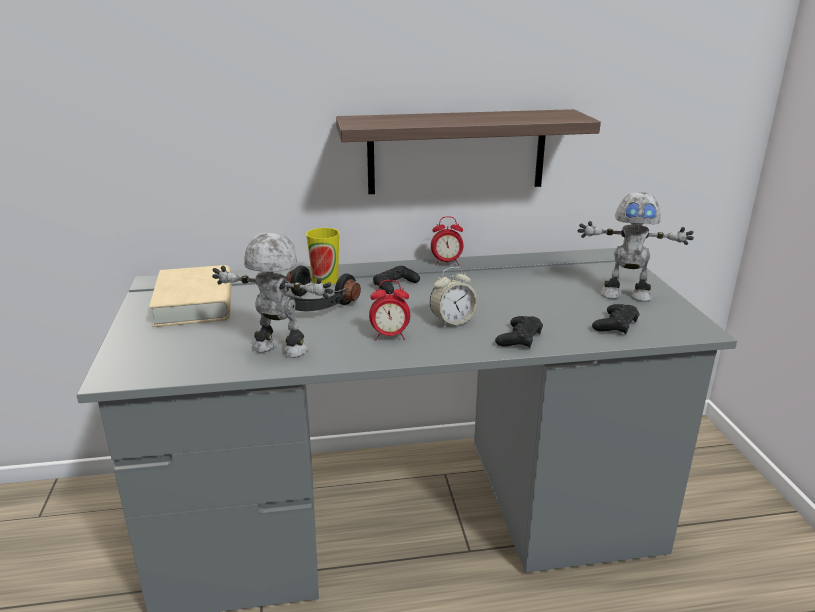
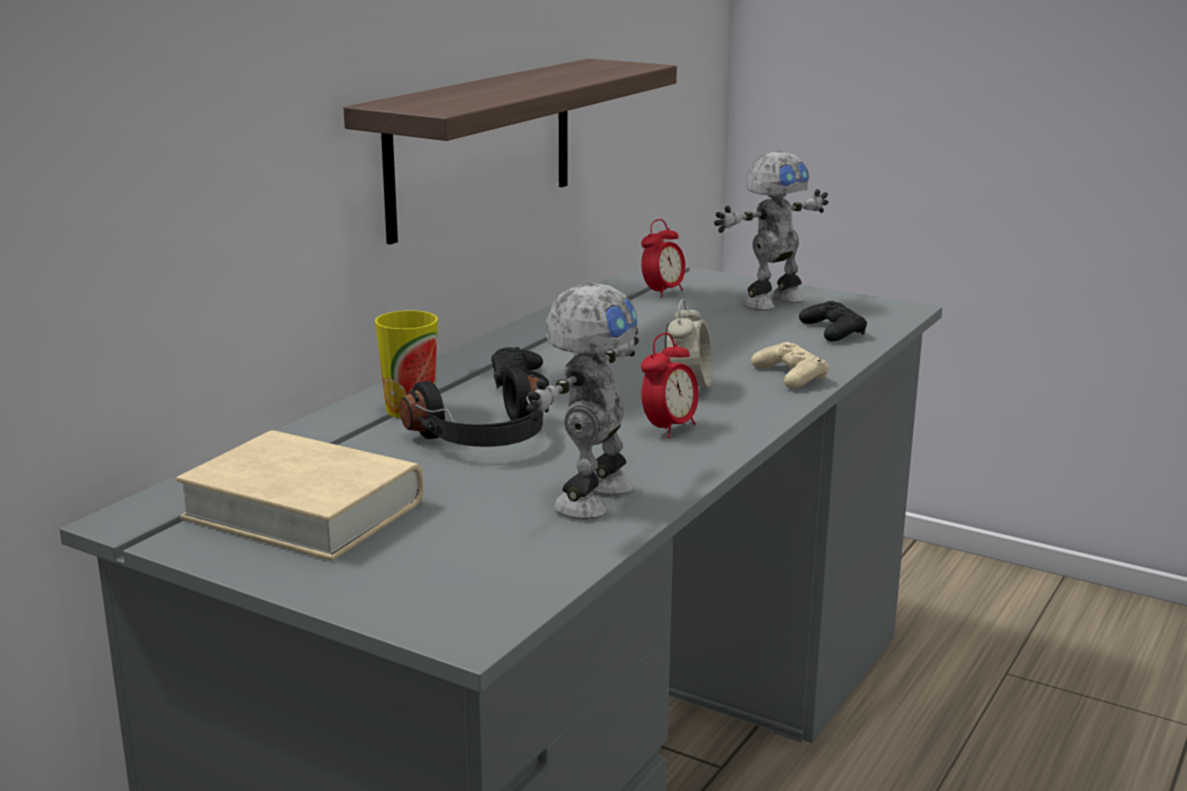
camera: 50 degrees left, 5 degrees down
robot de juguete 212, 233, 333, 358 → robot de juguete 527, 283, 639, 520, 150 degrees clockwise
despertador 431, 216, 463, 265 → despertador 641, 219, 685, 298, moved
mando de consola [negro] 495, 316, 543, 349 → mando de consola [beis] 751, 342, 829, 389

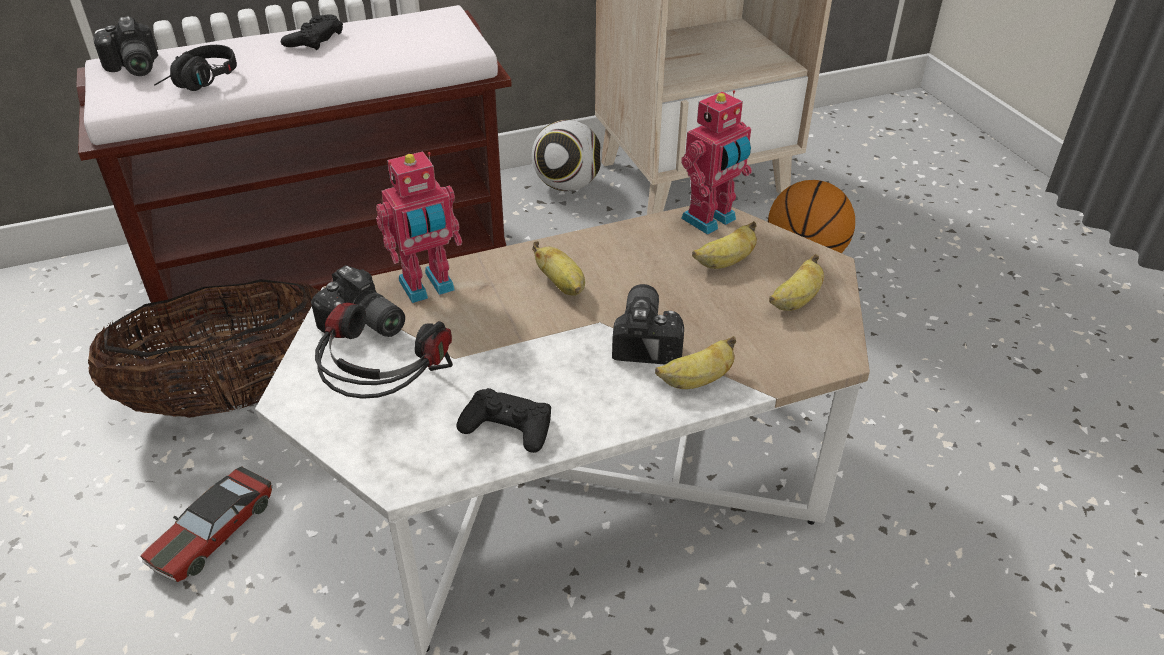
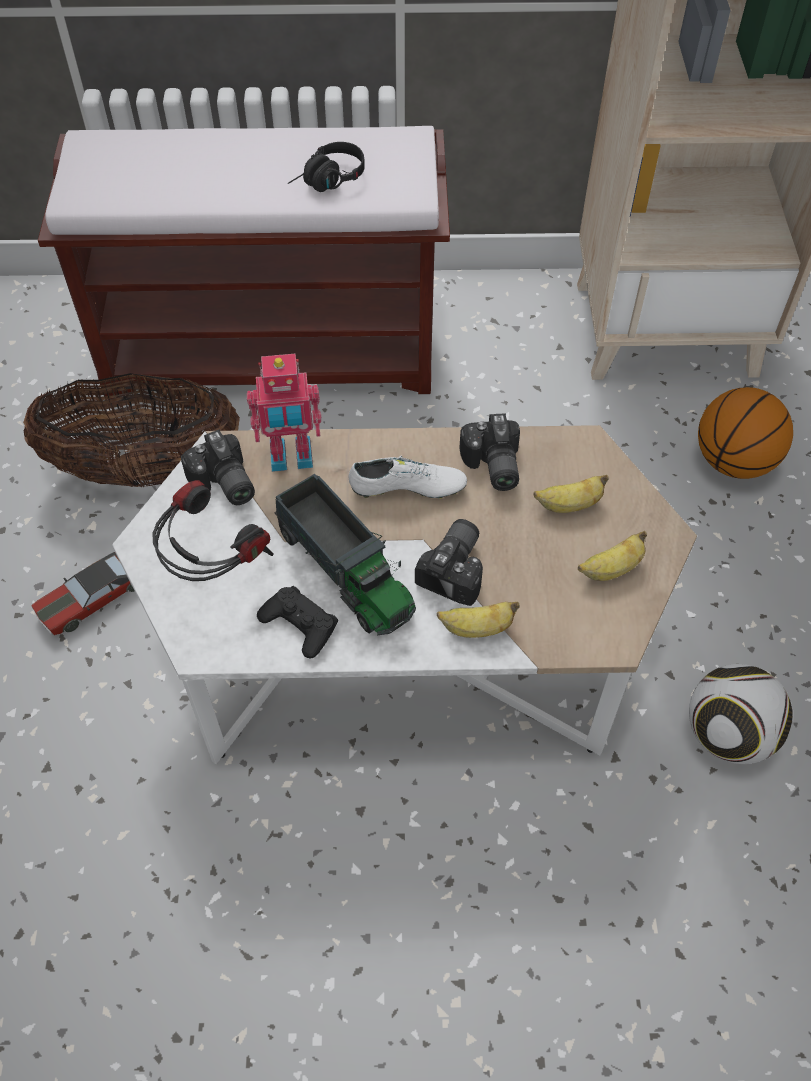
camera: 20 degrees right, 15 degrees up
- → camión de juguete 274, 474, 416, 636
auriculares [negro] 154, 45, 237, 91 → auriculares [negro] 288, 142, 365, 192, moved
plátano 532, 241, 585, 296 → zapato [blanco] 349, 456, 467, 499
cámara 94, 16, 158, 76 → cámara 459, 413, 520, 491, moved
balón de fútbol 532, 120, 602, 191 → balón de fútbol 689, 664, 793, 764, moved
mando de consola [negro] 281, 14, 343, 50 → -
robot de juguete 681, 90, 752, 235 → -

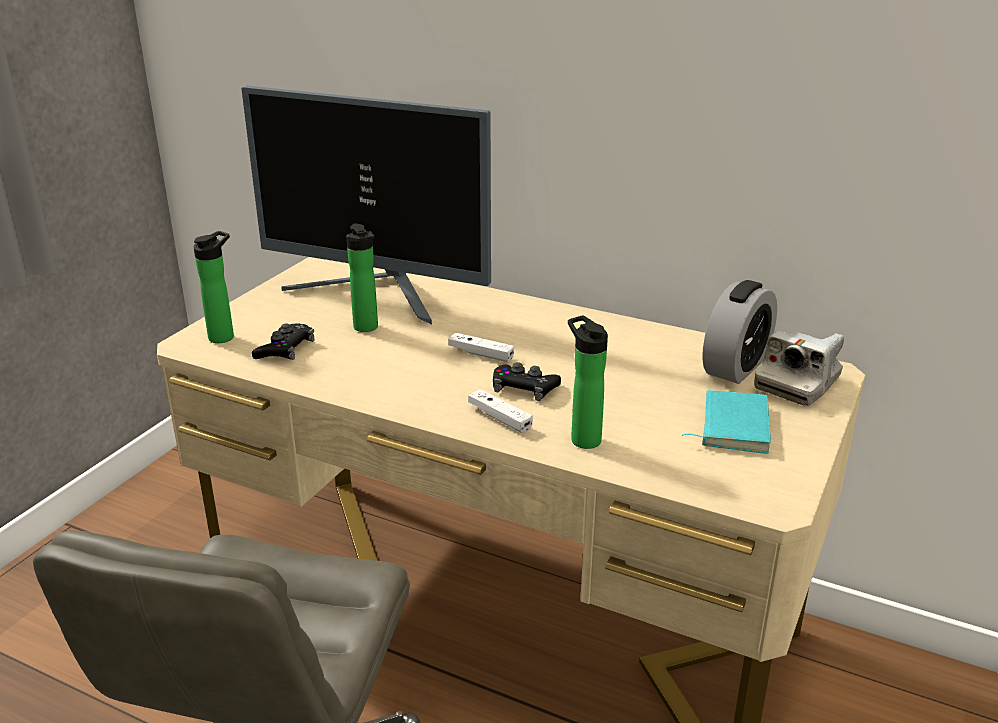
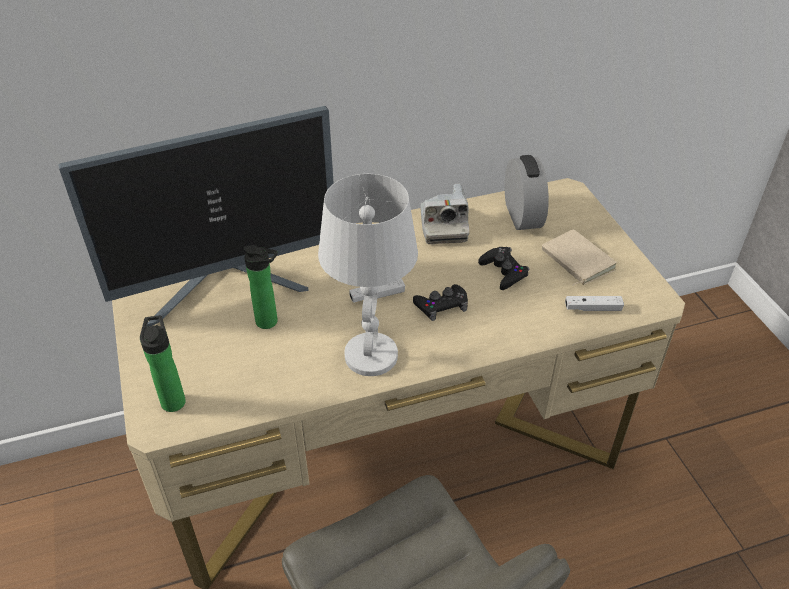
camera: 45 degrees left, 15 degrees up
- → lámpara de mesa [blanco] 318, 174, 418, 376
cámara 754, 331, 844, 406 → cámara 420, 184, 469, 244, moved
mando de consola [negro] 252, 323, 315, 360 → mando de consola [negro] 478, 247, 529, 290, moved
libro [turquesa] 682, 390, 771, 454 → libro [beis] 542, 229, 617, 286
mando de consola [blanco] 468, 389, 533, 433 → mando de consola [blanco] 565, 296, 624, 311, moved
botella 568, 315, 608, 449 → -

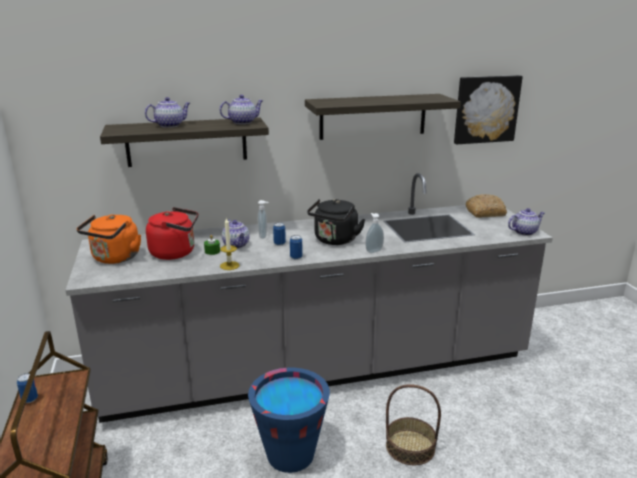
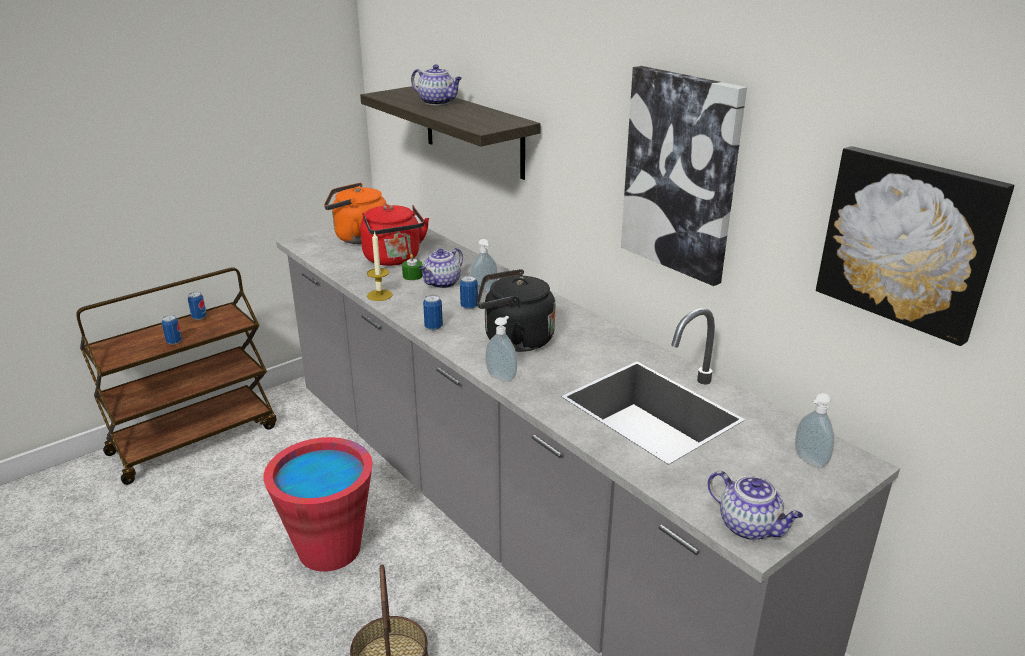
camera: 65 degrees right, 5 degrees up
- → lata 162, 315, 182, 345
cubo [azul] 248, 368, 330, 473 → cubo [rojo] 264, 437, 373, 572
estante 305, 94, 461, 140 → cuadro 621, 66, 747, 286
pan 466, 194, 507, 218 → dispensador de jabón 795, 393, 834, 468
tetera 220, 95, 263, 124 → -

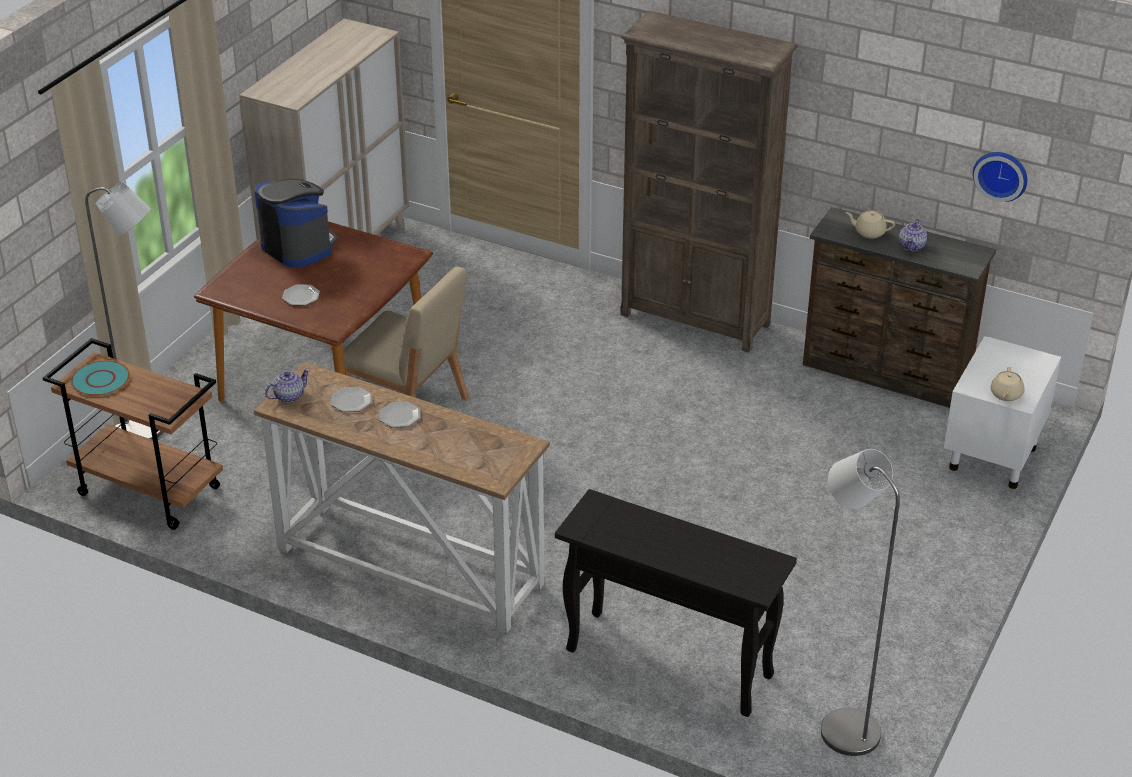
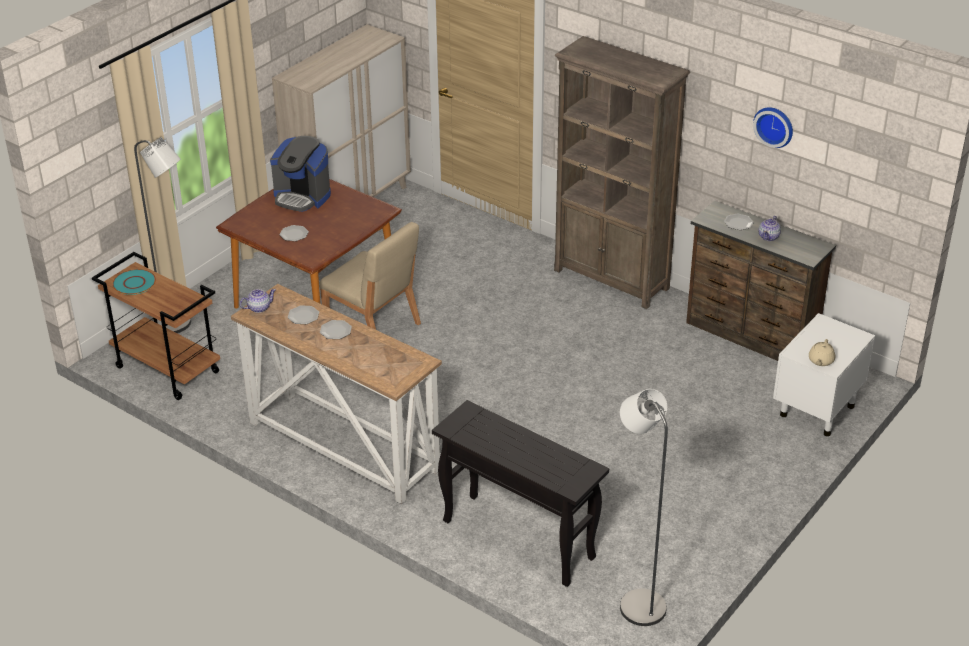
camera: 10 degrees right, 0 degrees up
cafetera 254, 179, 337, 268 → cafetera 270, 136, 331, 212, 150 degrees clockwise
tetera [beis] 846, 211, 895, 239 → plato 724, 214, 754, 230
reloj de pared 973, 152, 1027, 202 → reloj de pared 753, 107, 793, 148, moved

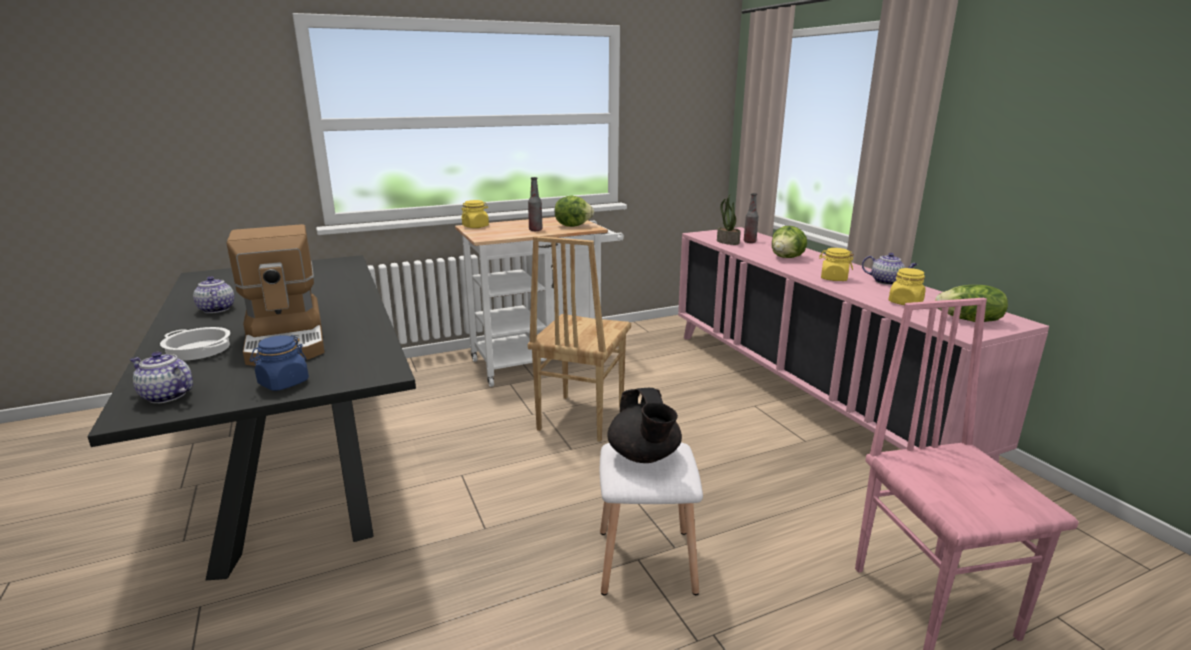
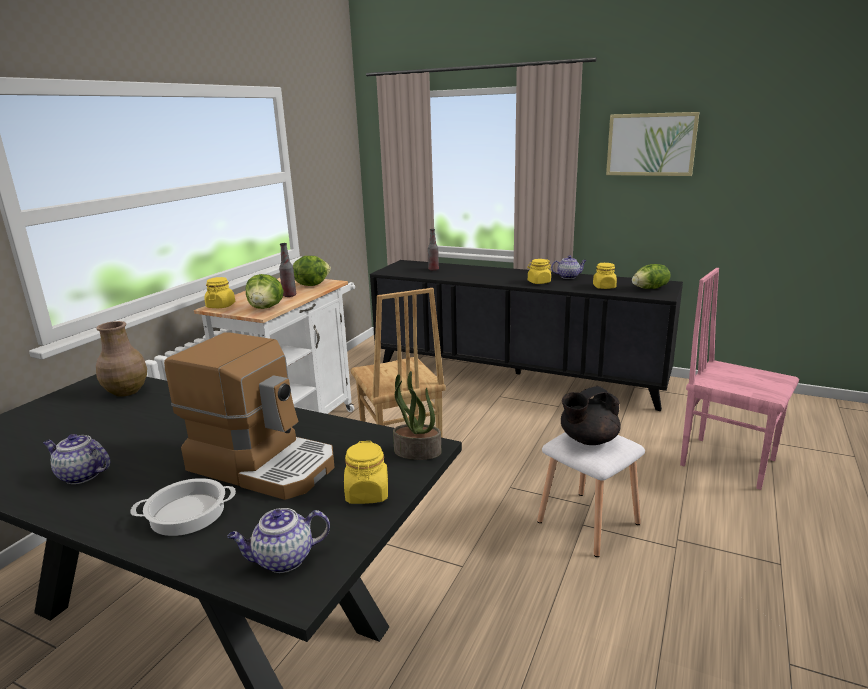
camera: 40 degrees left, 0 degrees up
- → florero [marrón] 96, 321, 147, 397
lechuga 772, 226, 807, 258 → lechuga 246, 274, 284, 309, moved
tarro [azul] 250, 335, 309, 391 → tarro [amarillo] 344, 441, 388, 504
armario [rosa] 678, 227, 1049, 463 → armario [negro] 370, 260, 683, 411
planta en maceta 717, 195, 741, 245 → planta en maceta 393, 371, 441, 460, moved
tetera [negro] 607, 388, 682, 463 → tetera [negro] 561, 386, 621, 445, 120 degrees clockwise
- → cuadro 606, 112, 699, 176

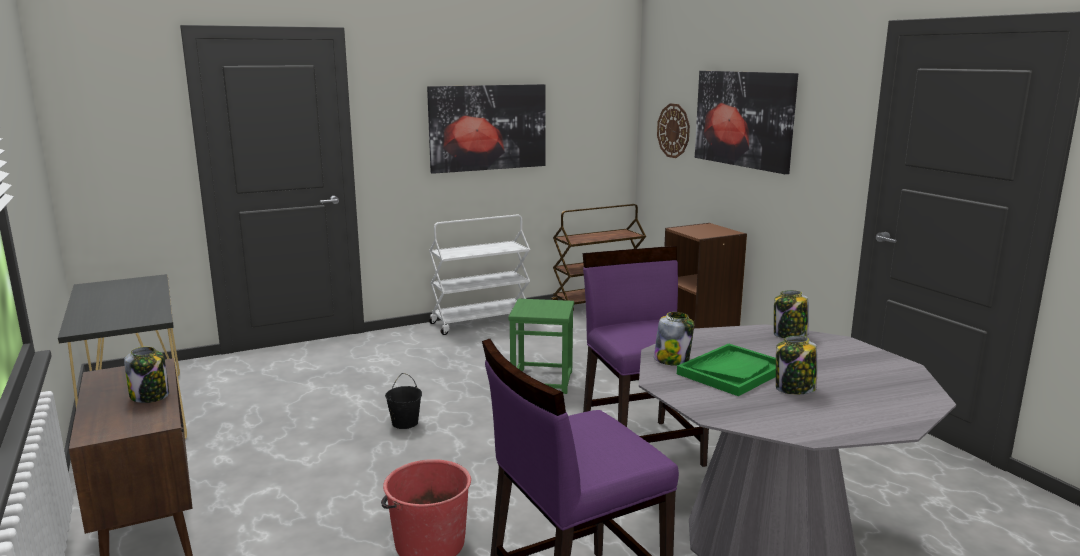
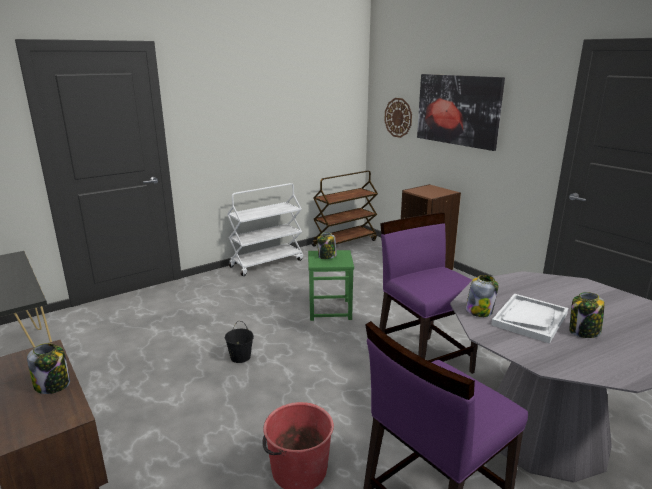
camera: 10 degrees left, 5 degrees up
tarro 774, 290, 809, 338 → tarro 317, 233, 337, 259, moved
bandeja [verde] 677, 343, 776, 396 → bandeja [blanco] 491, 294, 568, 344
cuadro 427, 84, 546, 174 → -

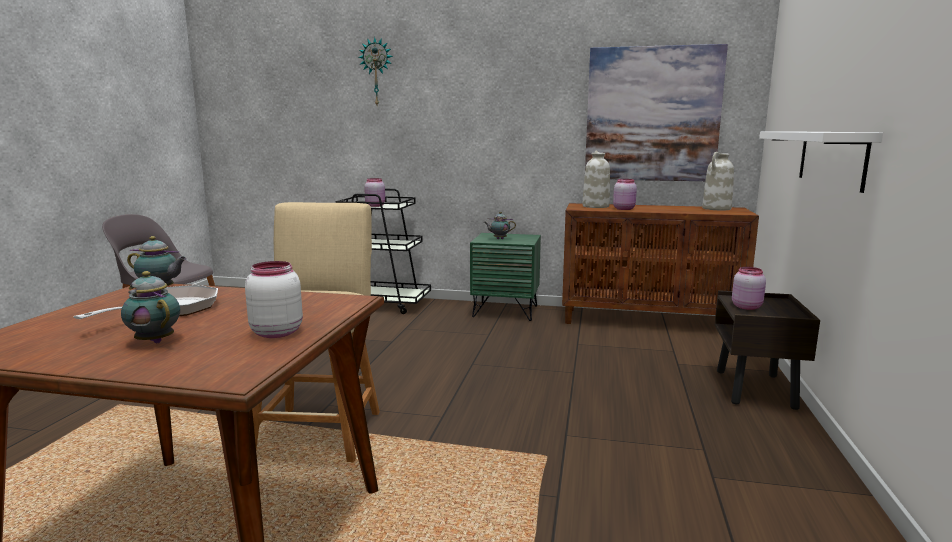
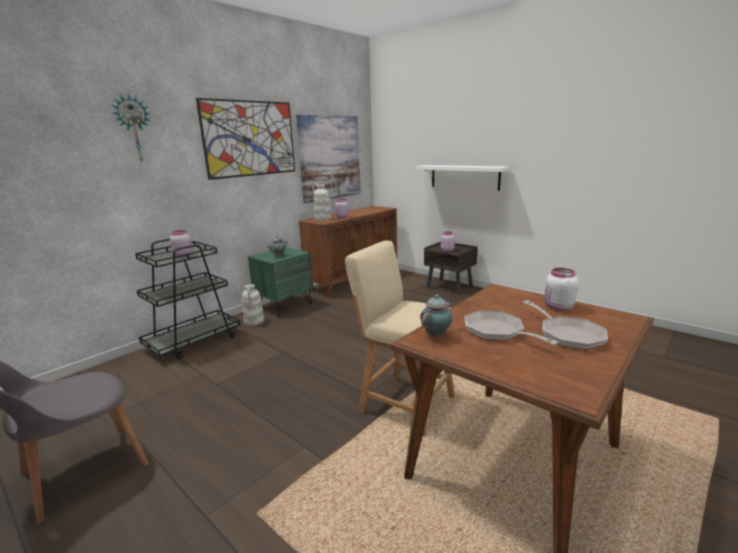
camera: 60 degrees left, 5 degrees up
- → cuadro 196, 98, 295, 180
florero [blanco] 702, 152, 734, 210 → florero [blanco] 242, 284, 264, 326, moved
tetera 121, 271, 180, 343 → sartén 523, 300, 608, 350

